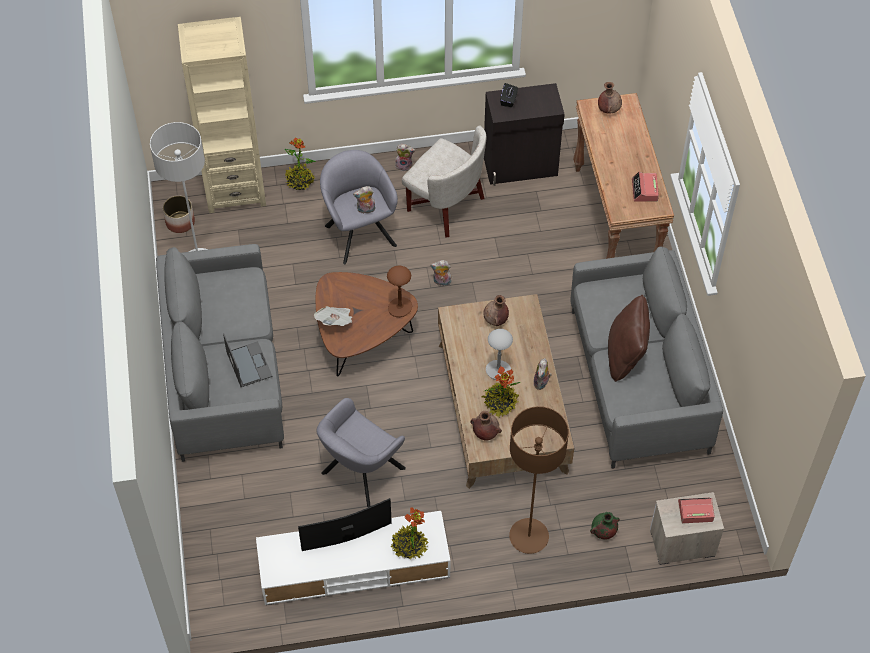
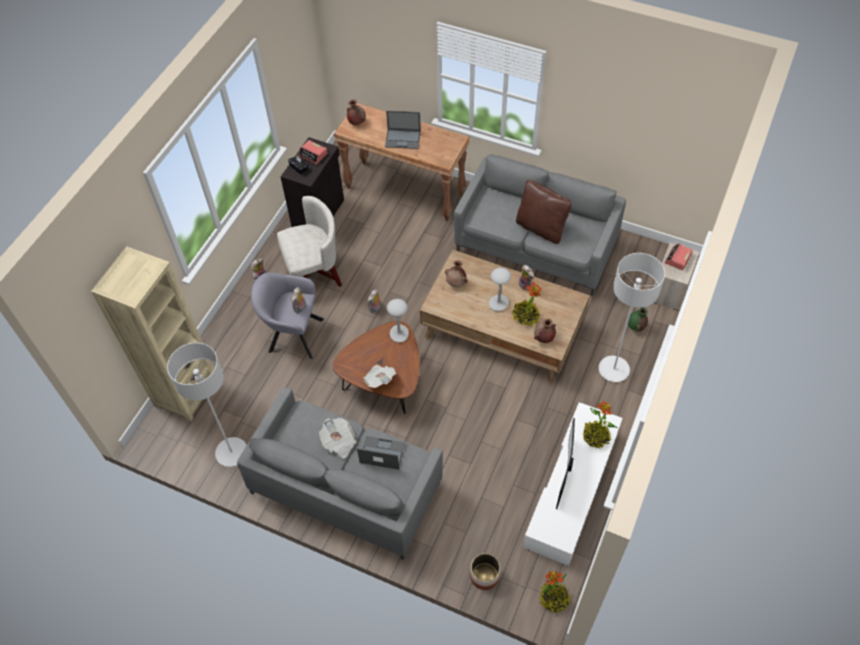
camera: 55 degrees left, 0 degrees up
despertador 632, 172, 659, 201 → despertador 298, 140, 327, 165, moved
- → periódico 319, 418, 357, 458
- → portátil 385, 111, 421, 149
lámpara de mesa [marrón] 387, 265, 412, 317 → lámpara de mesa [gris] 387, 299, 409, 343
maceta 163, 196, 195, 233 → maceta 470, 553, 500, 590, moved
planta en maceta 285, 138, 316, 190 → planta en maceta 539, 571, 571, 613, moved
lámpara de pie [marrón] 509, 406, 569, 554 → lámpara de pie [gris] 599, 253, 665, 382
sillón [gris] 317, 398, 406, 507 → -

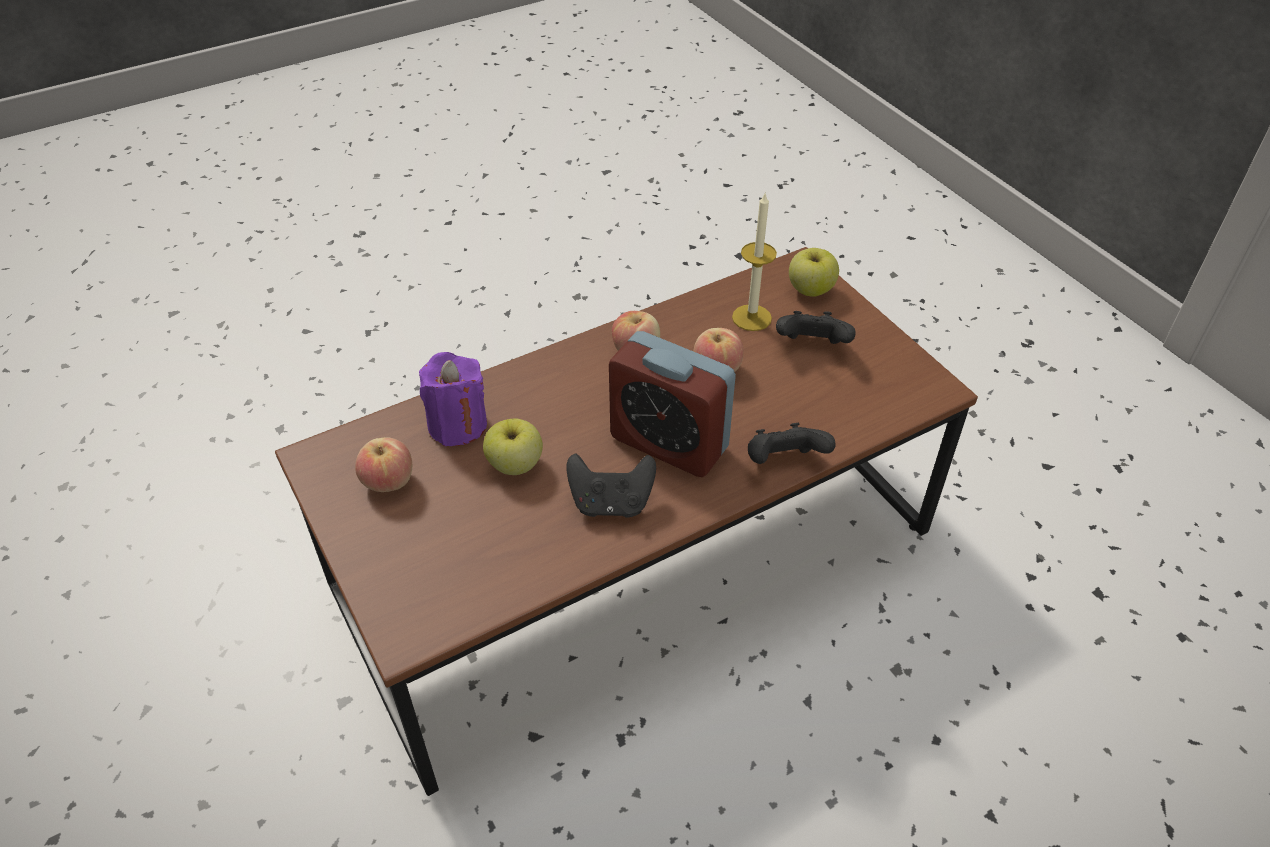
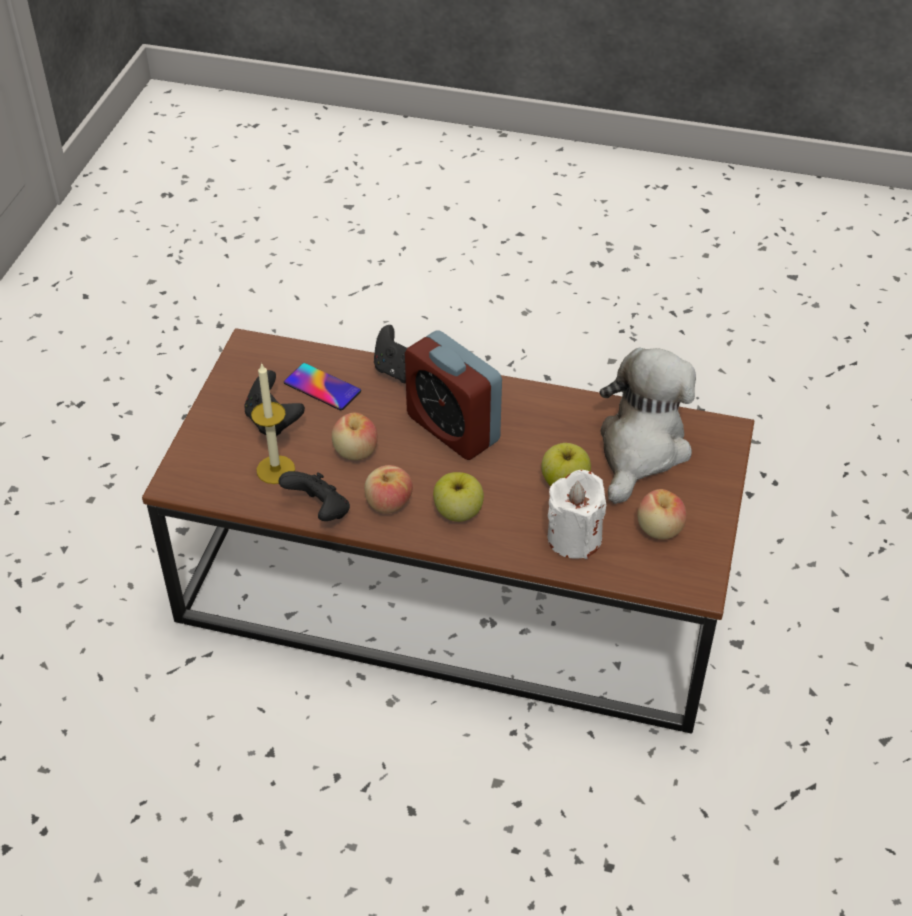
camera: 135 degrees left, 0 degrees up
mando de consola [negro] 566, 453, 656, 518 → mando de consola [negro] 279, 471, 350, 521, moved
- → móvil 284, 363, 361, 410
despertador 609, 331, 736, 477 → despertador 405, 330, 502, 460, 150 degrees clockwise
manzana 789, 248, 839, 297 → manzana 433, 472, 484, 522, moved
vela [morado] 419, 352, 487, 446 → vela [blanco] 548, 470, 606, 559
- → peluche 600, 348, 696, 504

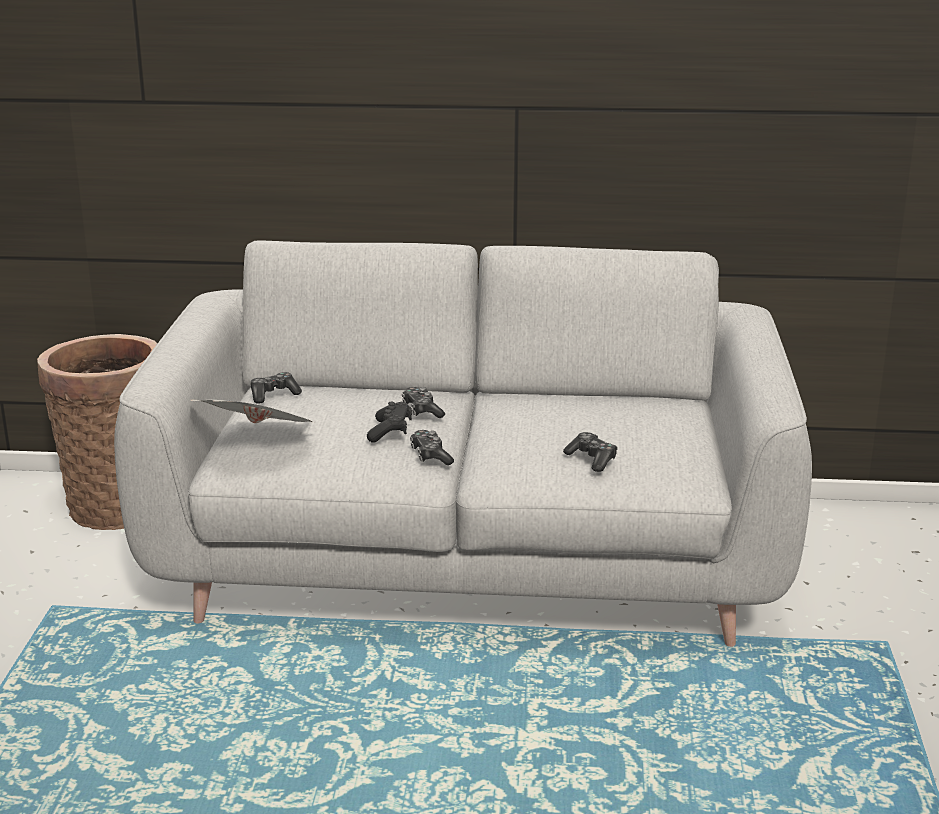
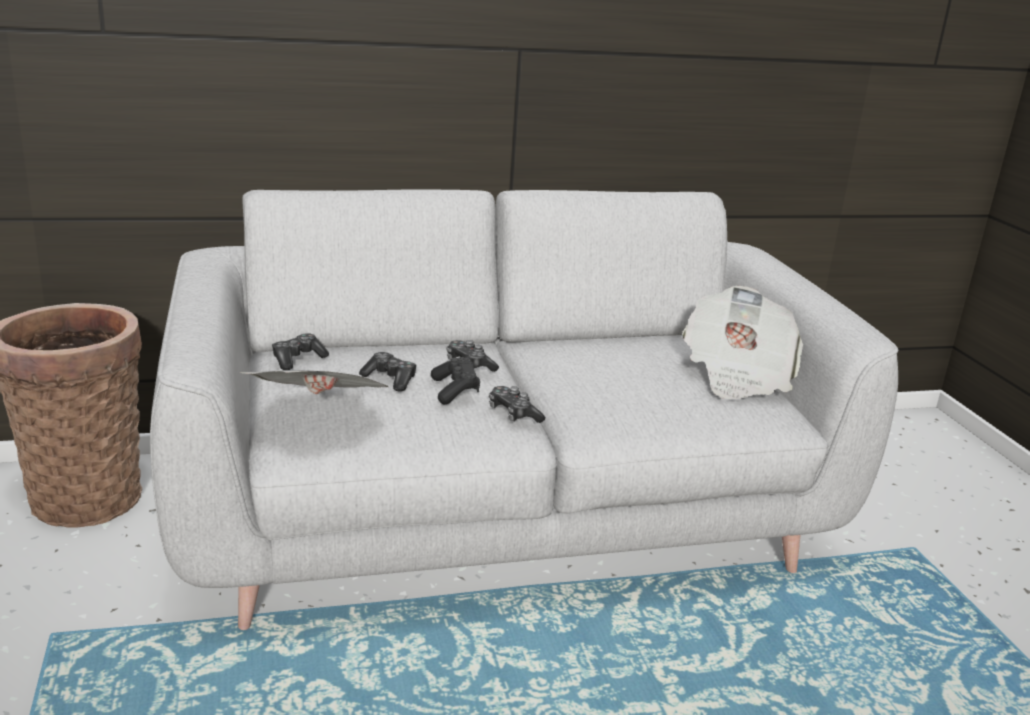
camera: 20 degrees left, 0 degrees up
mando de consola 563, 432, 618, 472 → mando de consola 359, 352, 417, 392, moved
- → periódico 682, 286, 803, 399

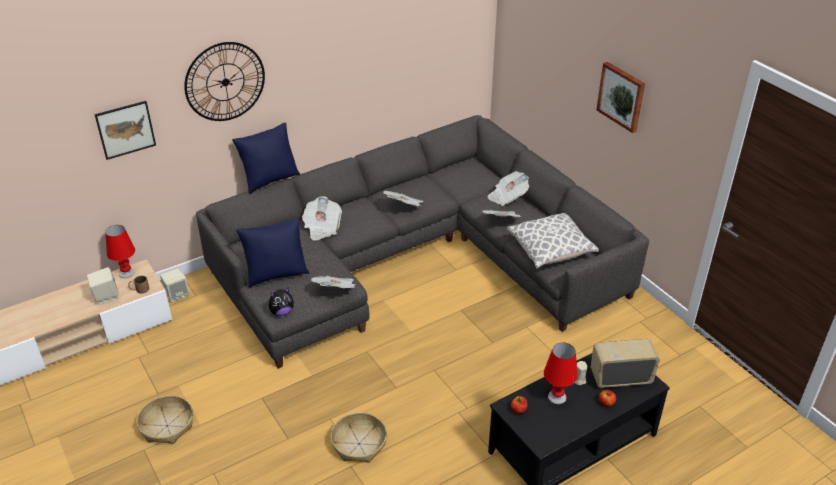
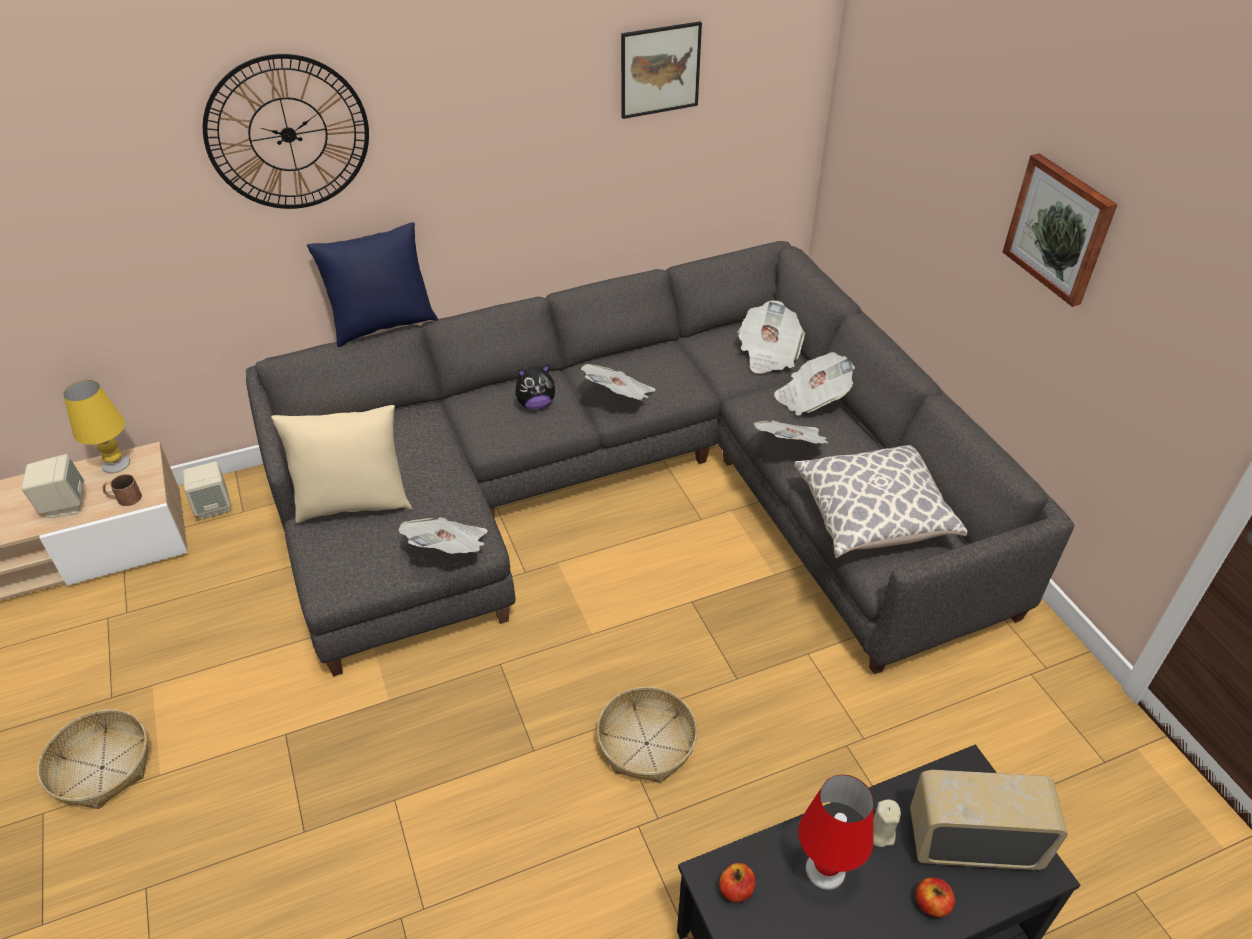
camera: 10 degrees right, 5 degrees up
lámpara de mesa [rojo] 105, 225, 135, 278 → lámpara de mesa [amarillo] 63, 380, 130, 473
cojín [azul] 236, 217, 310, 288 → cojín [beis] 271, 405, 412, 523
peluche 269, 287, 294, 316 → peluche 515, 364, 555, 410, moved
cesta 330, 412, 387, 463 → cesta 597, 687, 697, 783, moved
cuadro 95, 101, 156, 160 → cuadro 621, 21, 702, 119, moved
periódico 302, 196, 342, 241 → periódico 738, 300, 805, 373, moved

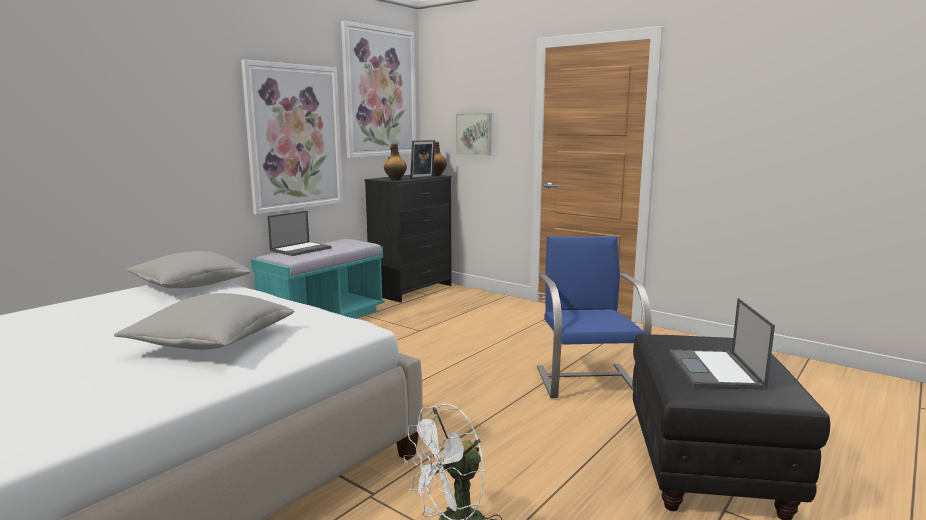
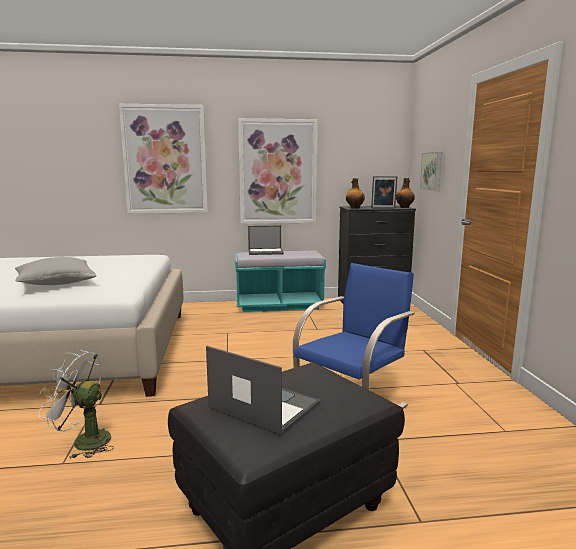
camera: 45 degrees right, 0 degrees up
cuadro 341, 21, 416, 158 → cuadro 119, 104, 208, 214, moved
portátil 669, 298, 775, 390 → portátil 206, 346, 320, 436, 75 degrees clockwise
cojín [gris] 126, 251, 251, 288 → -

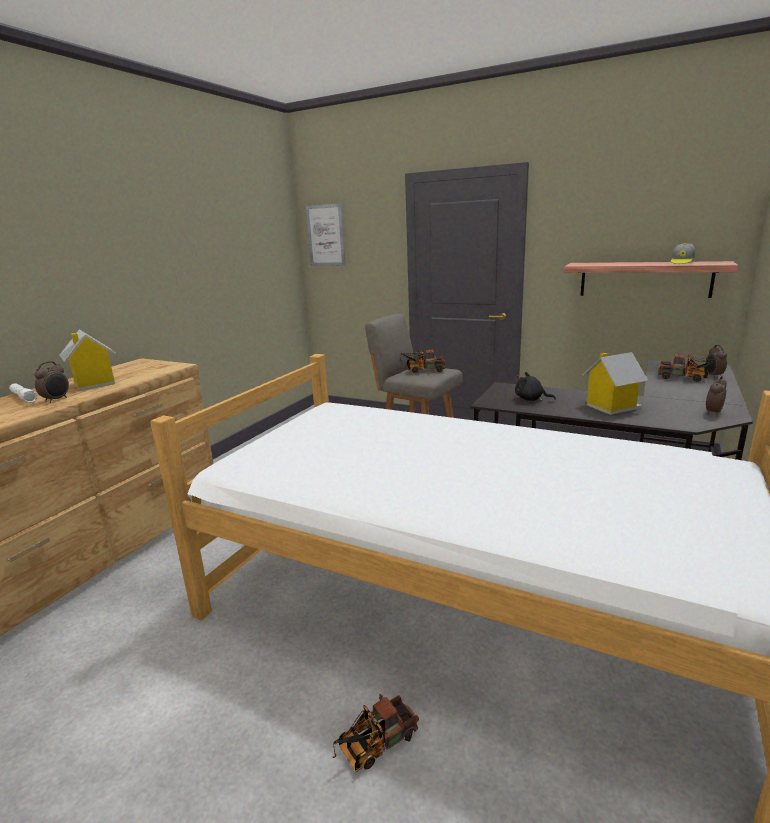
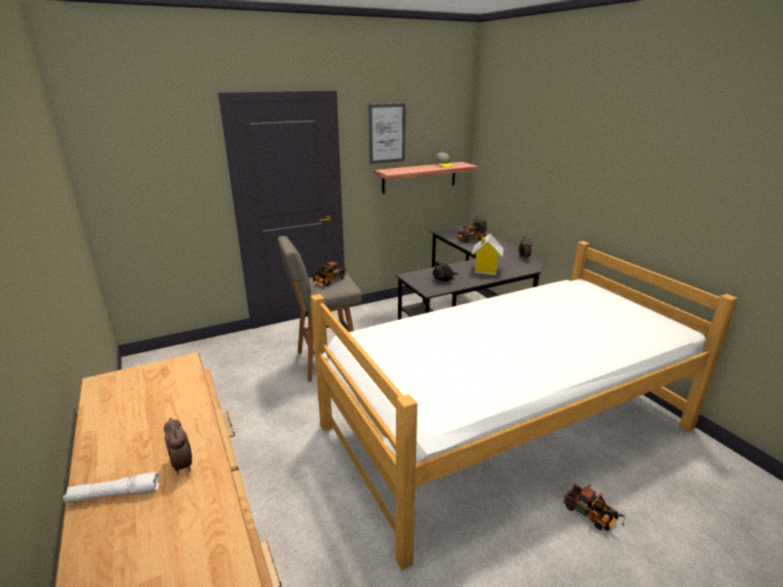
camera: 55 degrees left, 5 degrees up
cuadro 306, 203, 346, 266 → cuadro 369, 103, 405, 164, moved
camión de juguete 332, 694, 419, 772 → camión de juguete 563, 484, 625, 532, 45 degrees counterclockwise
casita 59, 329, 116, 391 → -

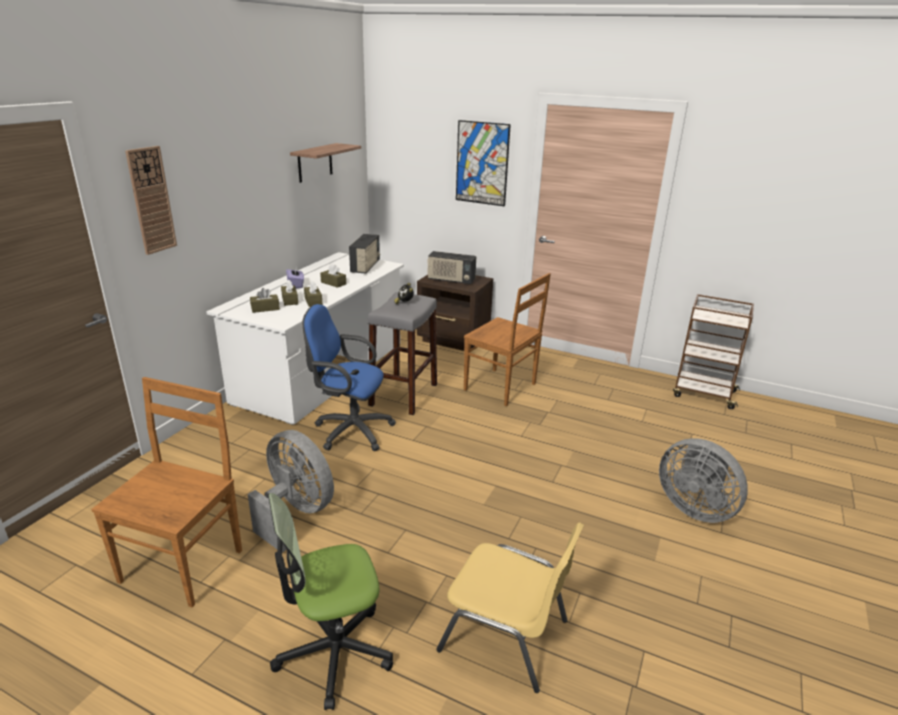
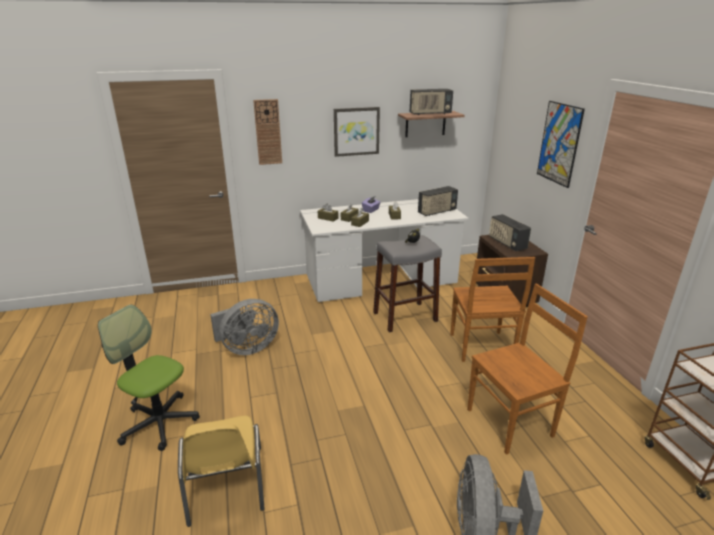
camera: 50 degrees right, 0 degrees up
ventilador [gris] 248, 430, 334, 553 → ventilador [gris] 210, 299, 279, 355, 60 degrees clockwise
- → cuadro 334, 107, 380, 157
- → radio 410, 89, 453, 115
silla [marrón] 91, 377, 242, 607 → silla [marrón] 467, 283, 588, 455, moved
silla de oficina [azul] 303, 304, 396, 451 → -

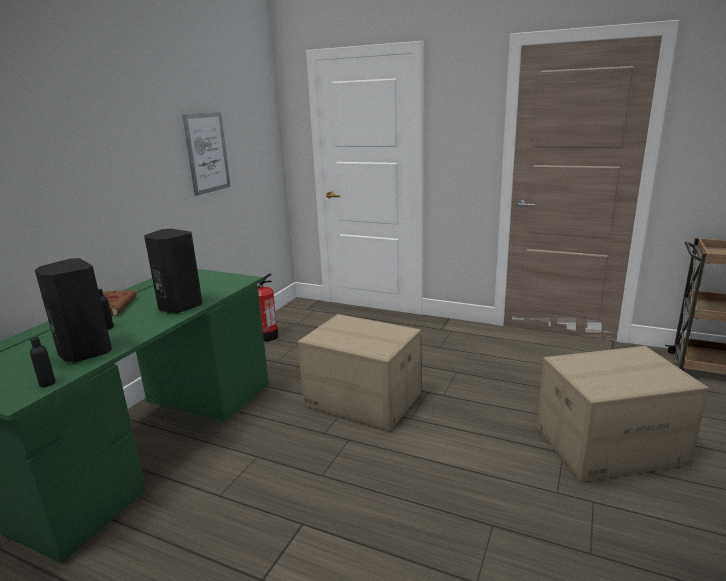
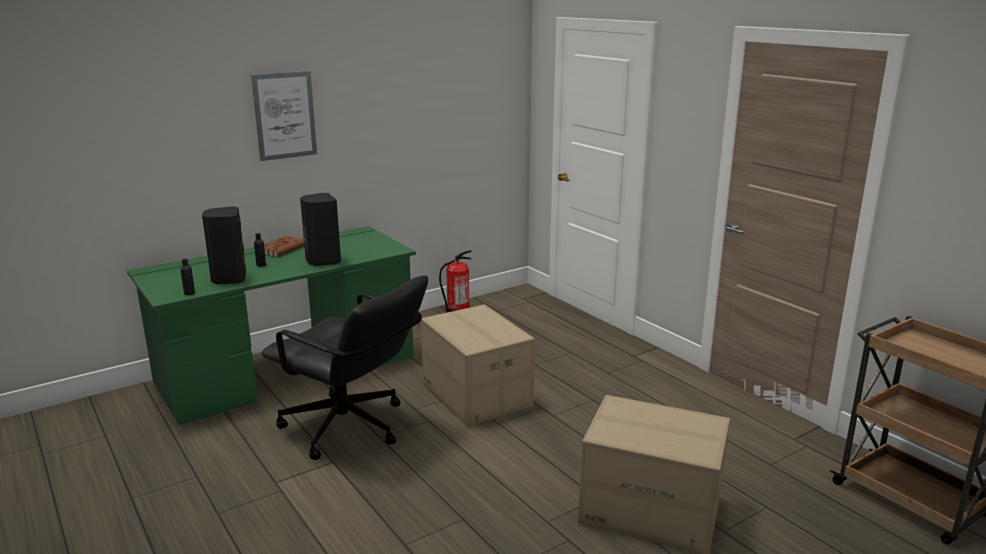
camera: 30 degrees right, 0 degrees up
cuadro 182, 112, 231, 196 → cuadro 251, 71, 317, 161, moved
- → silla de oficina [negro] 261, 275, 428, 460

